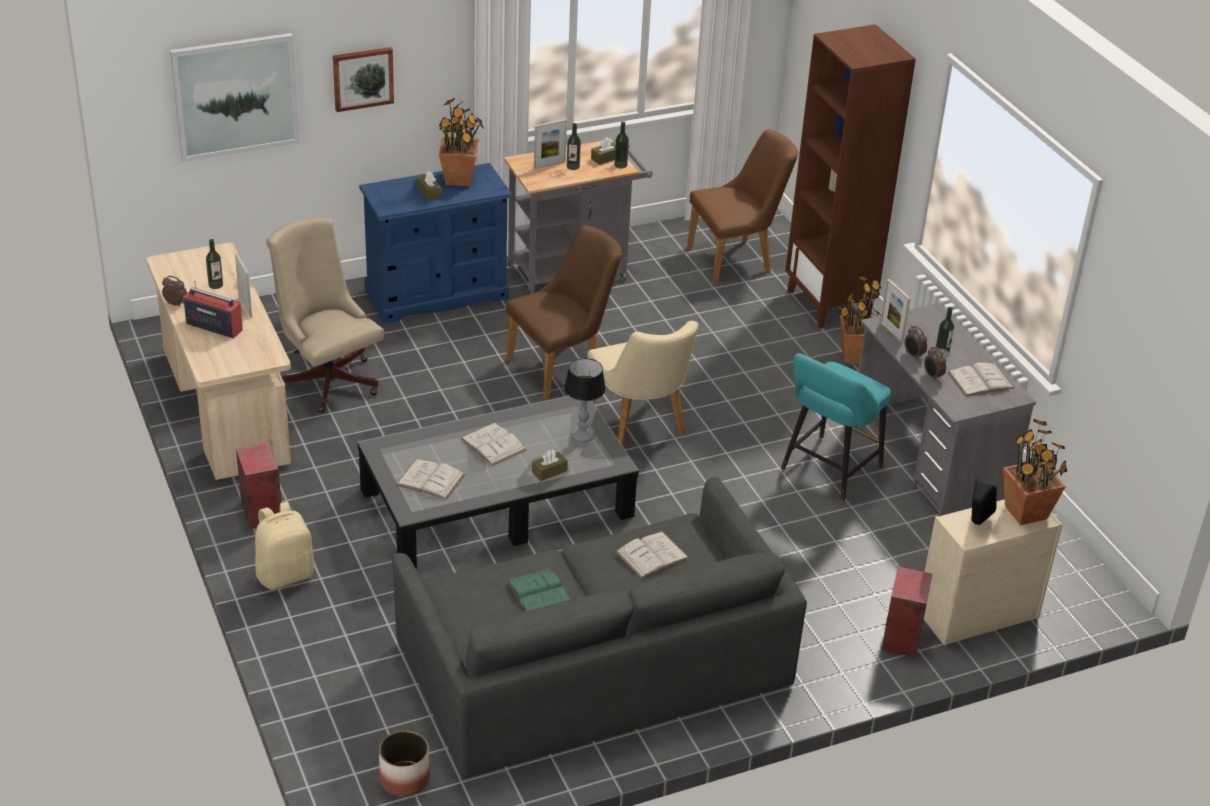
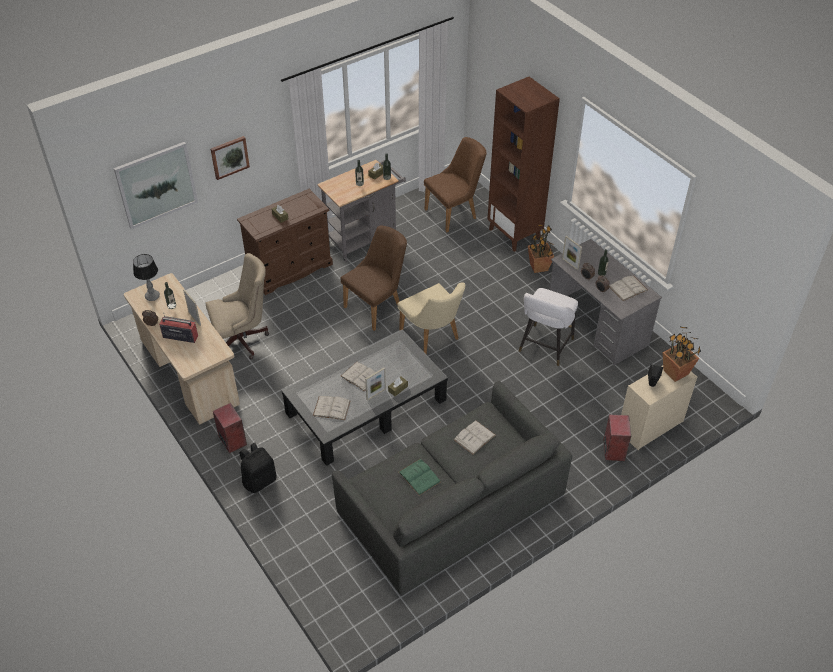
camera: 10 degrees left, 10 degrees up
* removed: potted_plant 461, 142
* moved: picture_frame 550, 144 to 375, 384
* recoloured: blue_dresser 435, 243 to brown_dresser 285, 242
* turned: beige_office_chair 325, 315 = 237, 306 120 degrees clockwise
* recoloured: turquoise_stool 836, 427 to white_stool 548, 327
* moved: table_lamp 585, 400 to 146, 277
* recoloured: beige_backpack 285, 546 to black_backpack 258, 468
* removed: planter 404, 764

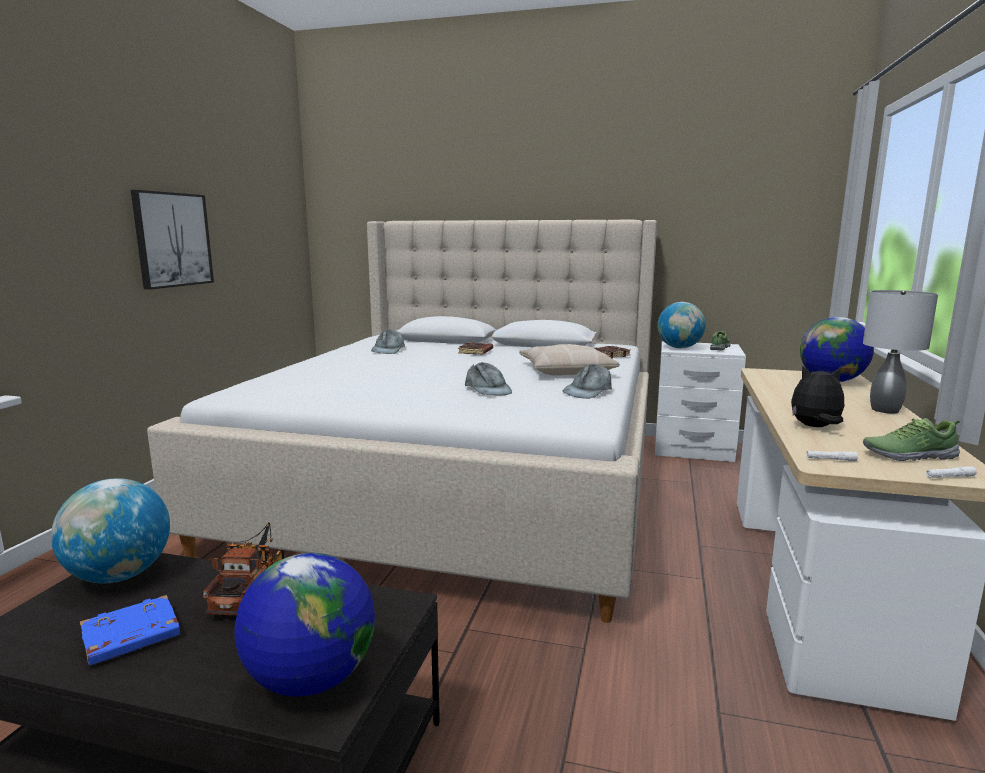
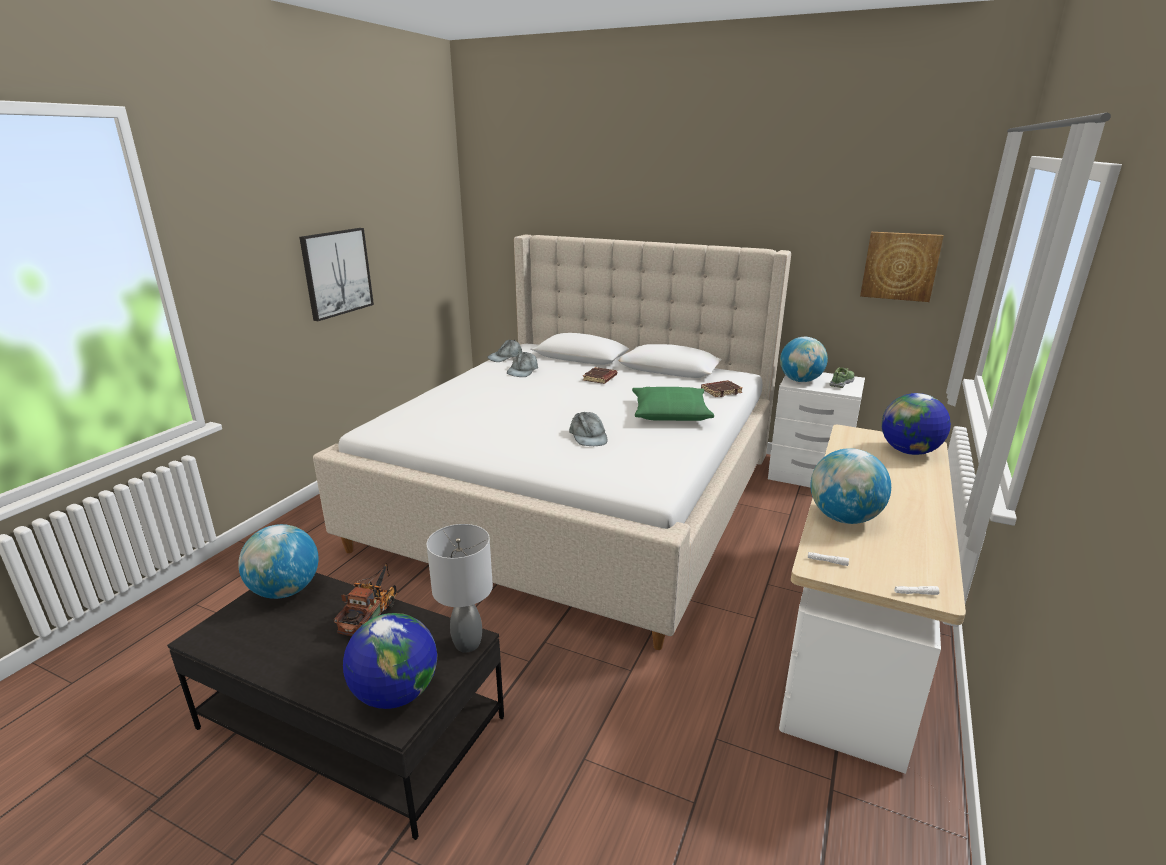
camera: 10 degrees right, 10 degrees up
* moved: grey_table_lamp 900, 351 to 460, 588
* recoloured: beige_pillow 569, 359 to green_pillow 673, 404
* moved: grey_cap 587, 381 to 504, 351
* replaced: plush_toy 817, 396 to globe 850, 486
* removed: shoe 911, 439
* removed: blue_book 130, 630
* added: picture 902, 267

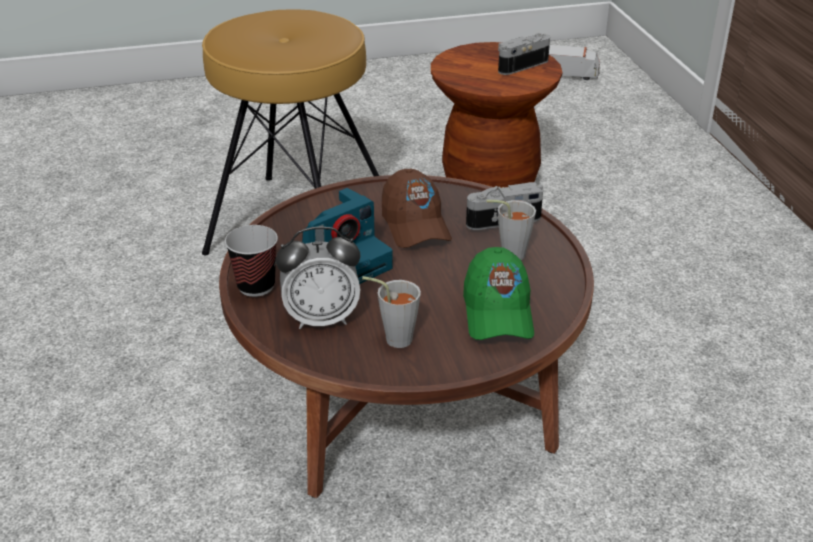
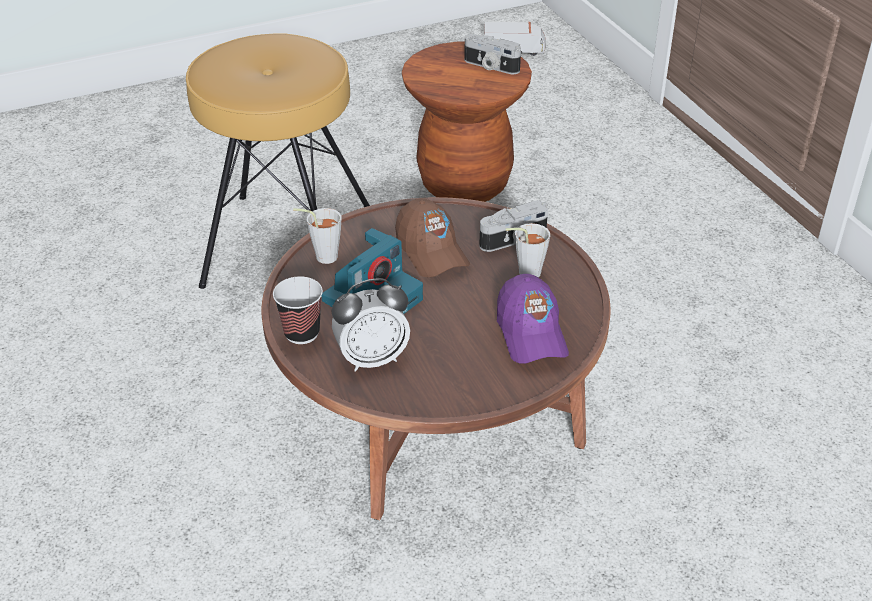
camera: 10 degrees left, 5 degrees up
* turned: photo_camera 524, 54 = 492, 54 105 degrees counterclockwise
* recoloured: green_cap 498, 293 to purple_cap 533, 319
* moved: grey_cup 391, 312 to 317, 236

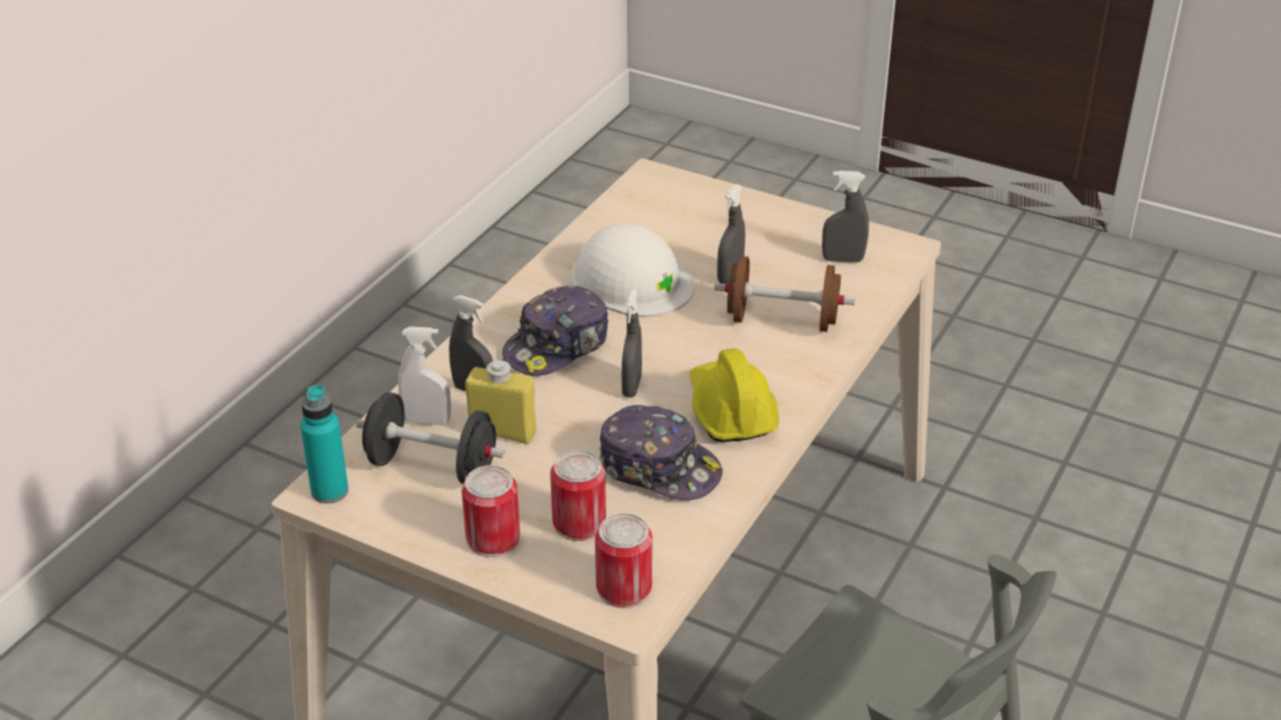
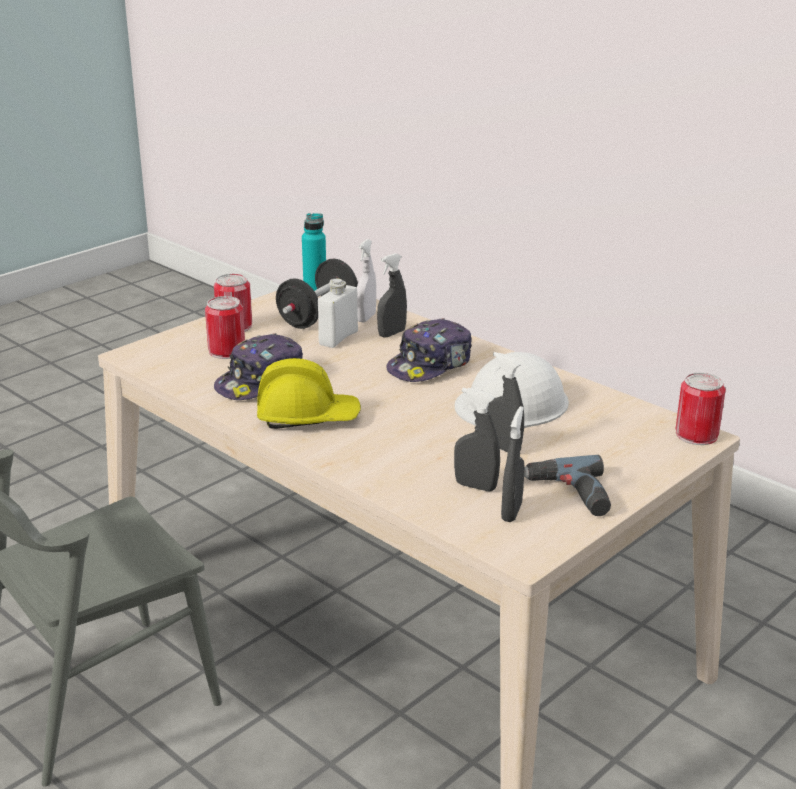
camera: 105 degrees right, 10 degrees down
* removed: brown_dumbbell 784, 294
* turned: cap 555, 331 = 429, 350 105 degrees counterclockwise
* moved: grey_spray_bottle 632, 343 to 477, 440
* recoloured: yellow_bottle 500, 401 to white_bottle 338, 313
* moved: can 624, 560 to 701, 409
* added: power_drill 567, 485

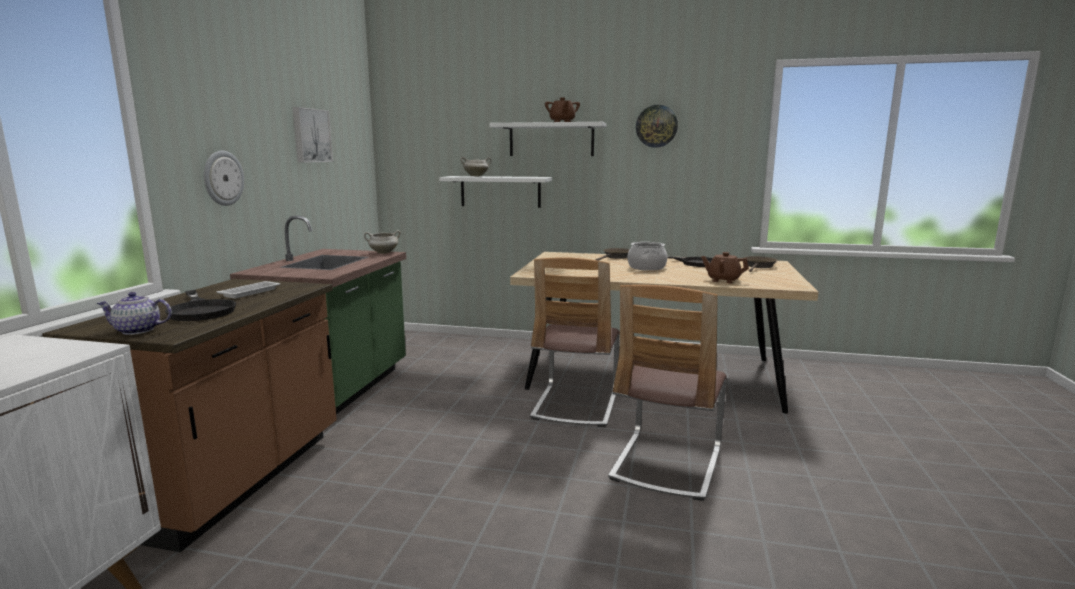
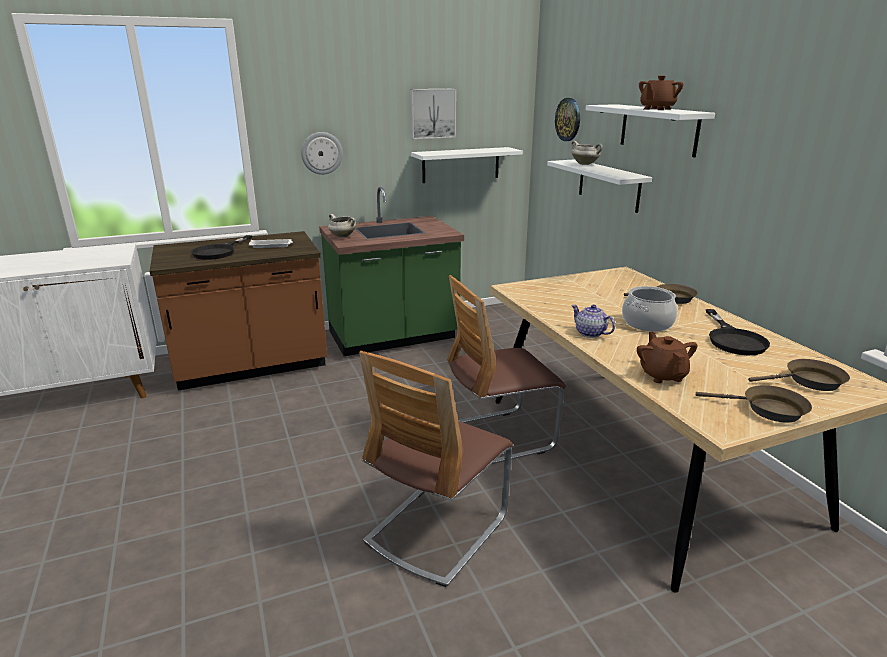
camera: 55 degrees right, 10 degrees up
* moved: wall_clock 657, 126 to 567, 119
* moved: white_cooking_pot 382, 242 to 342, 226
* turned: chair 667, 393 = 436, 469 45 degrees counterclockwise
* moved: teapot 134, 313 to 593, 321
* added: white_shelf 467, 165
* added: brown_frying_pan 754, 403

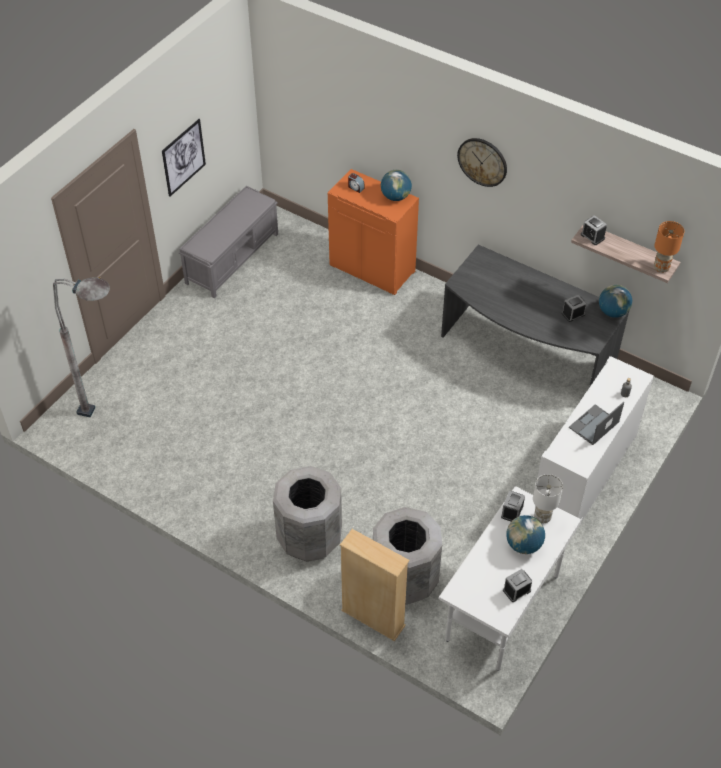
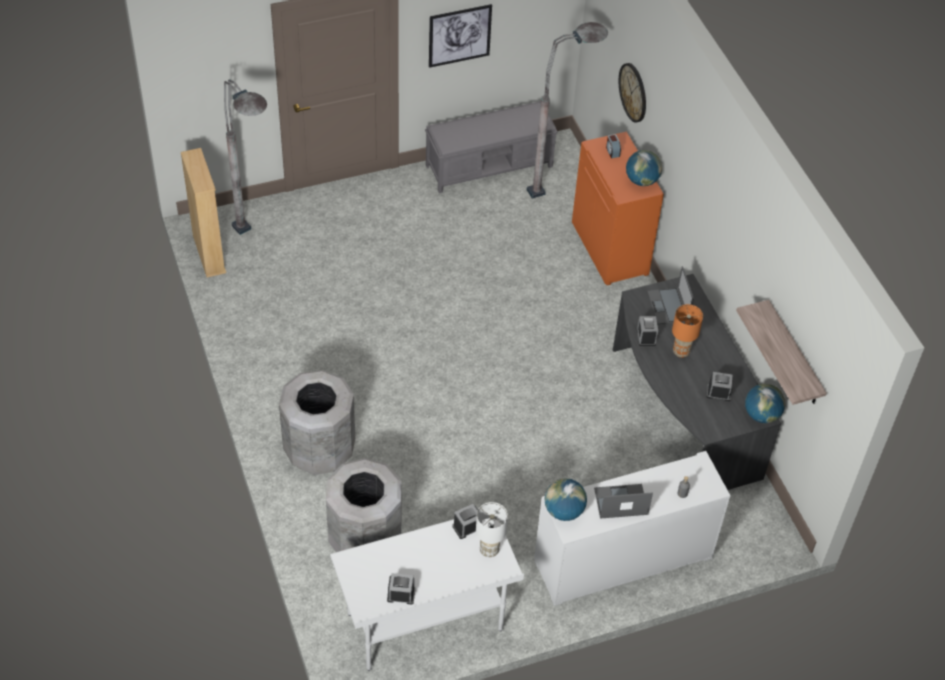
camera: 35 degrees right, 0 degrees up
* moved: wall_clock 482, 162 to 632, 93
* moved: alarm_clock 594, 230 to 647, 331
* moved: orange_table_lamp 669, 247 to 687, 331
* moved: globe 525, 534 to 566, 499
* moved: beige_bookcase 375, 585 to 203, 213
* added: grey_floor_lamp 567, 110
* added: laptop 670, 295

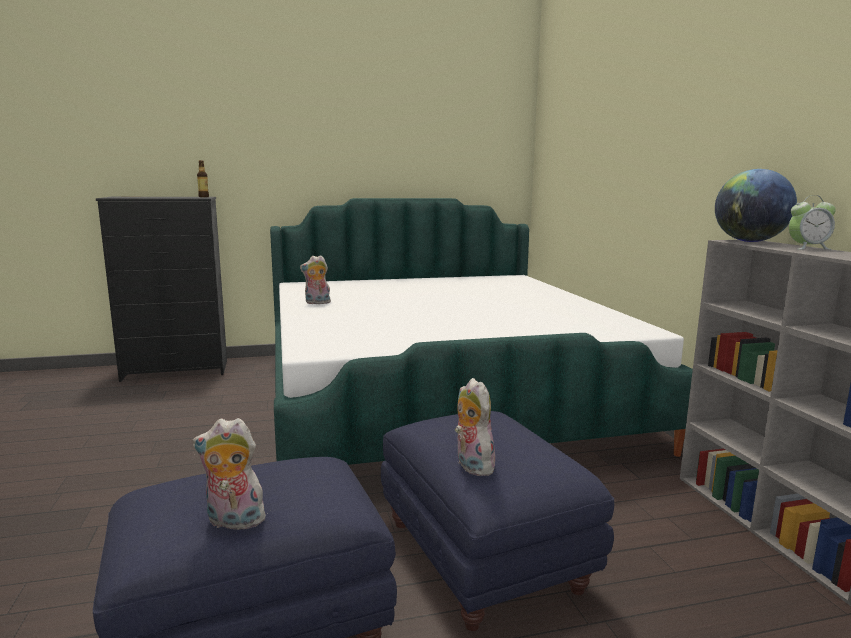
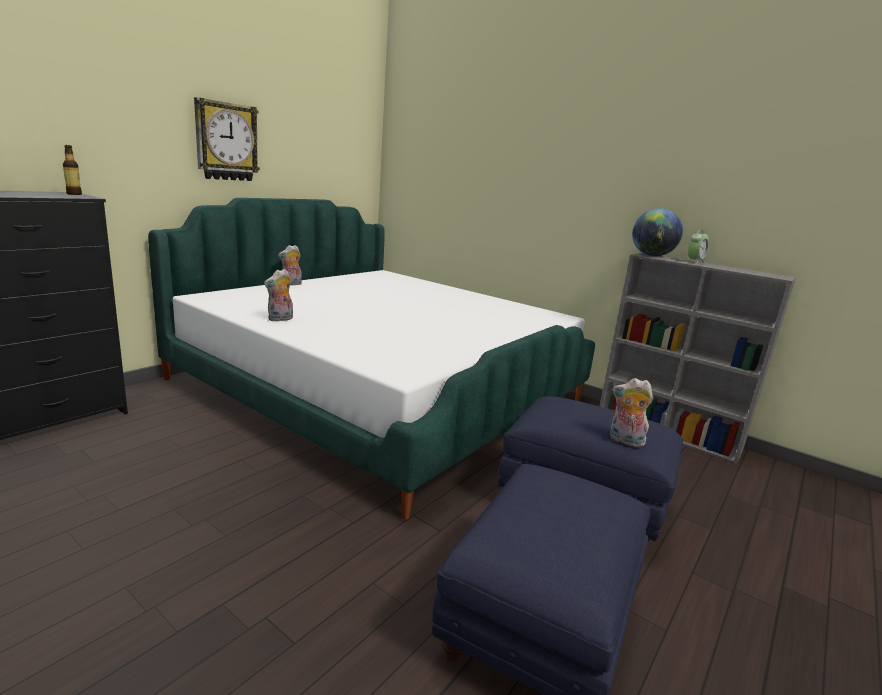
camera: 40 degrees left, 5 degrees up
* moved: plush_toy 230, 474 to 290, 265
* added: wall_clock 227, 139

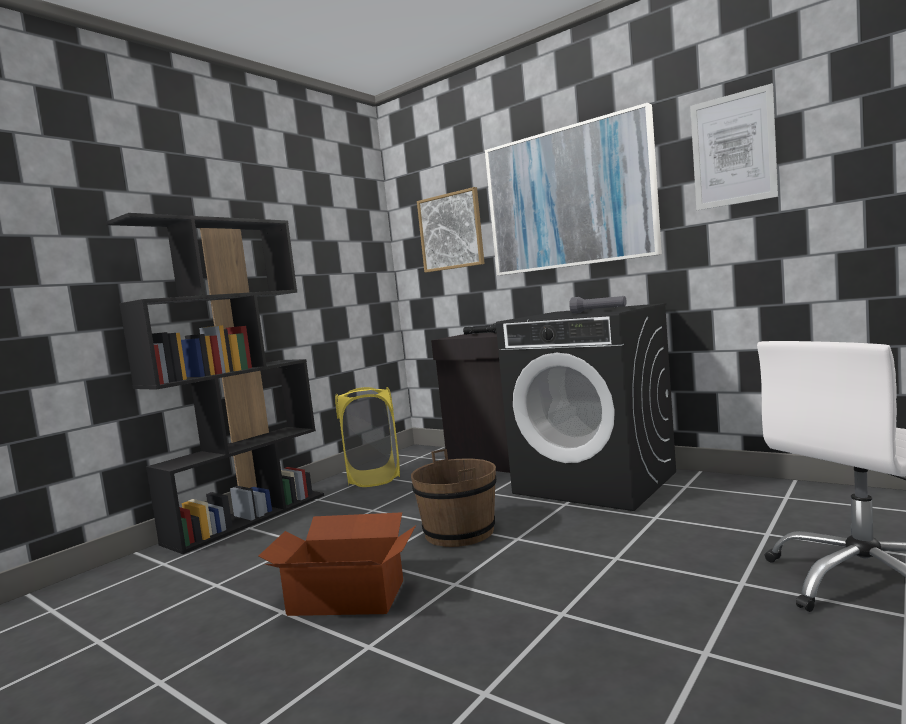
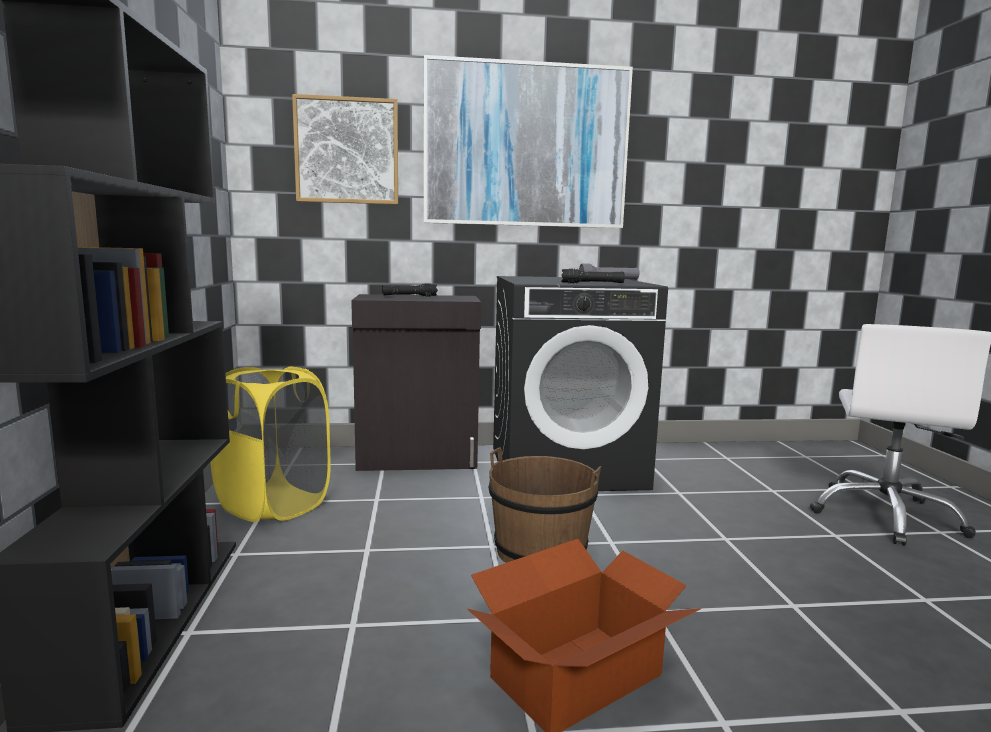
camera: 45 degrees left, 5 degrees up
* removed: picture 734, 146
* added: black_flashlight 593, 275

